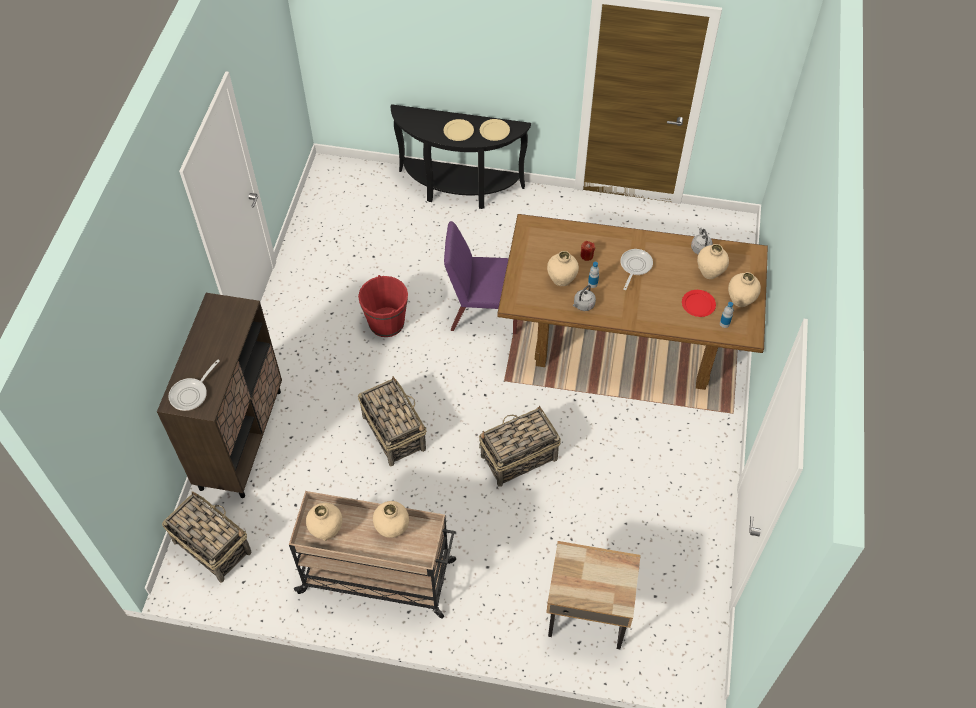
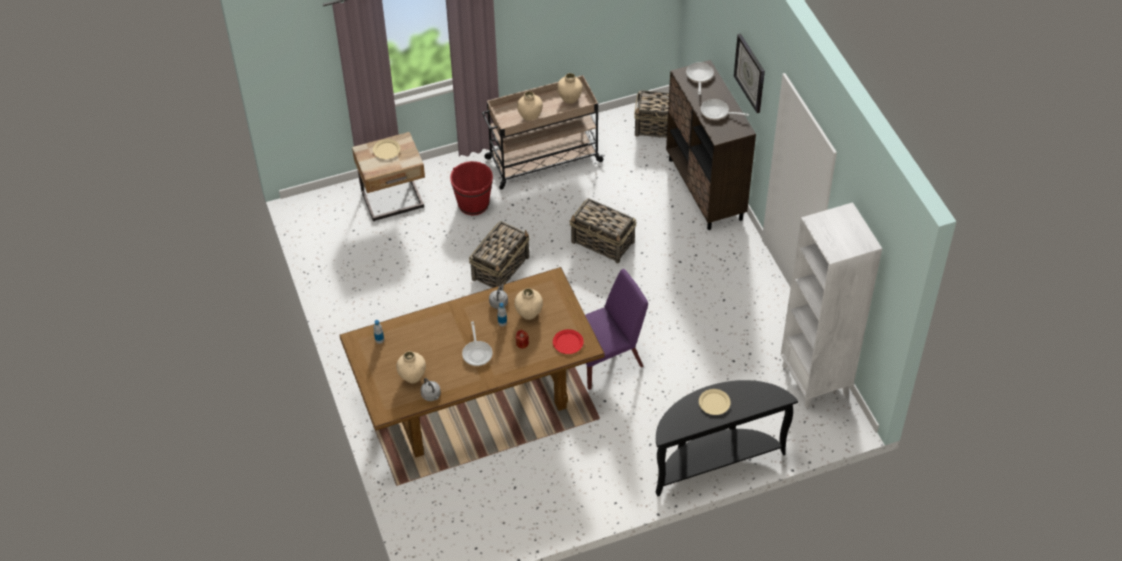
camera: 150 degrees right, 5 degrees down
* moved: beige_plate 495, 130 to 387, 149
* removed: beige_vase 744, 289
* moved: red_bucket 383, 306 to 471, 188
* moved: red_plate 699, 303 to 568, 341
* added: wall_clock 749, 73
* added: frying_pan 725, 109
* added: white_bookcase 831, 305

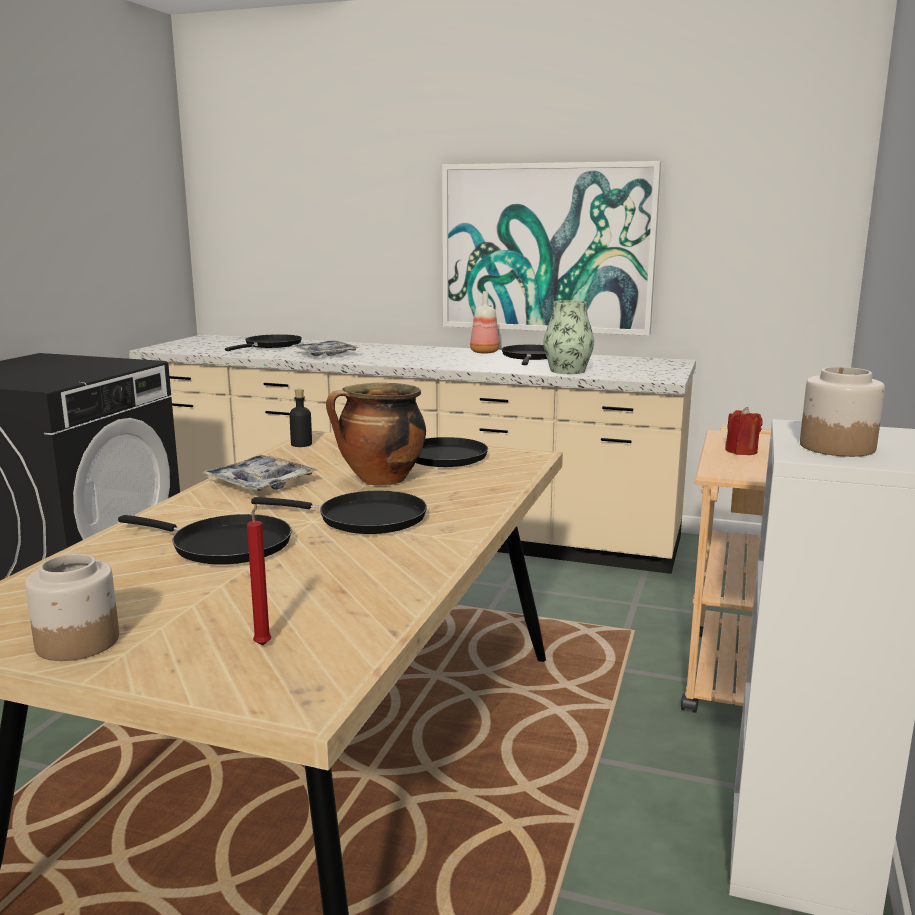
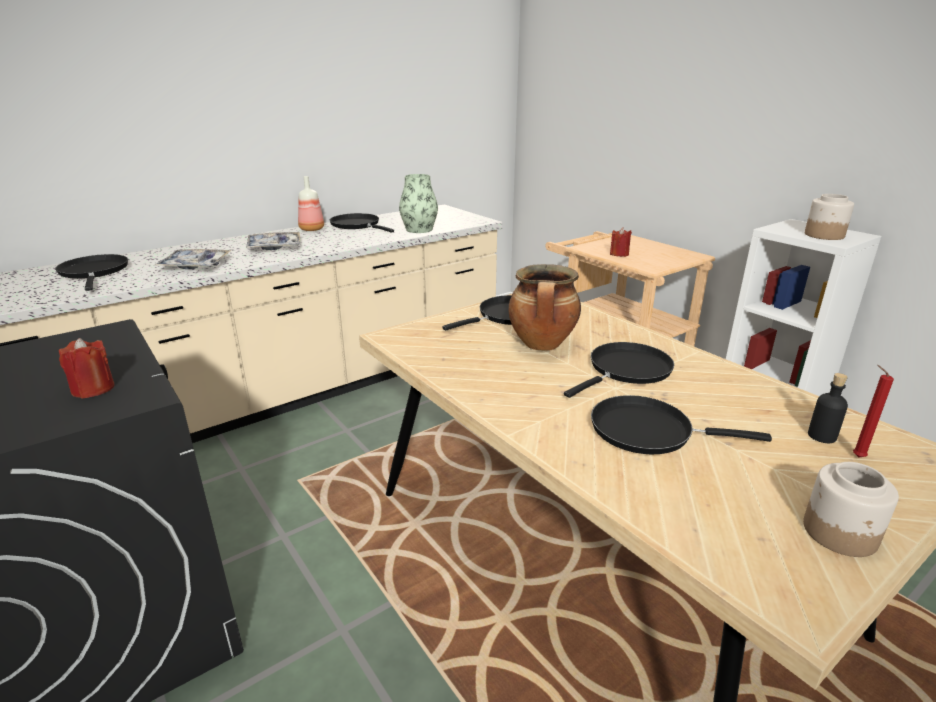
camera: 55 degrees left, 10 degrees up
* removed: picture 551, 248
* moved: black_bottle 301, 418 to 828, 408
* moved: tray 259, 473 to 273, 241
* turned: black_frying_pan 205, 539 = 681, 424 135 degrees counterclockwise
* added: red_candle 87, 368

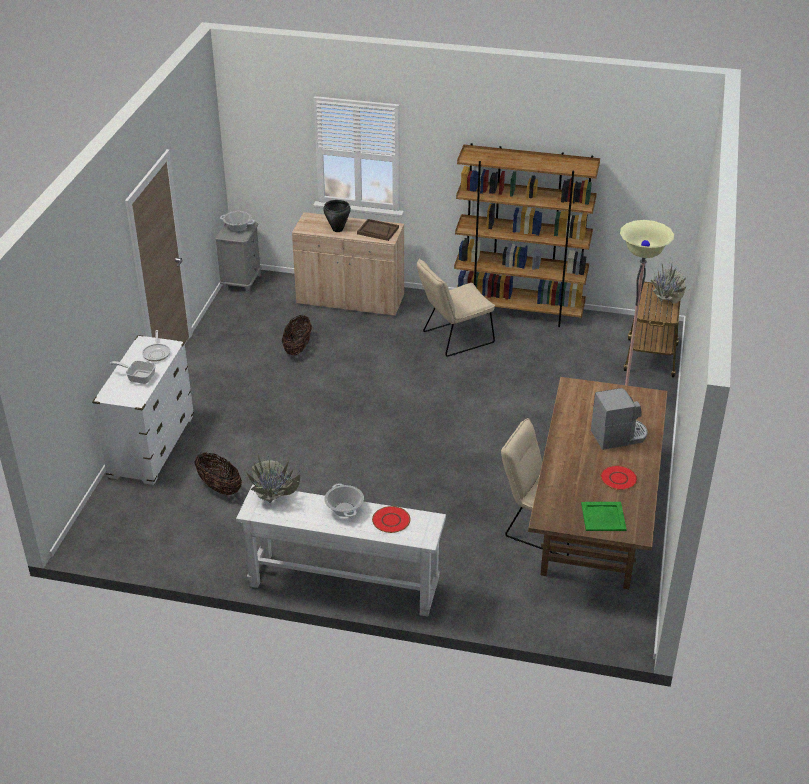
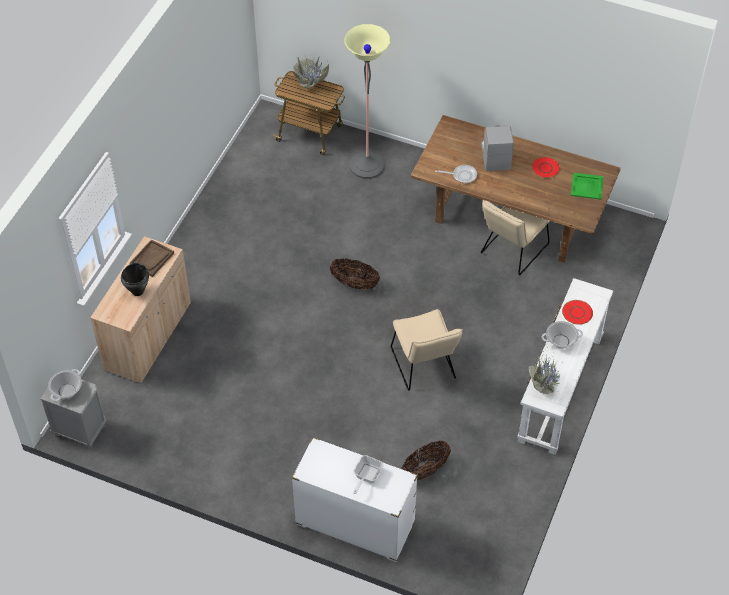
camera: 80 degrees left, 15 degrees up
* removed: brown_bookcase 527, 235
* moved: beige_chair 456, 307 to 427, 350
* moved: basket 297, 335 to 355, 273
* moved: frying_pan 156, 346 to 456, 174

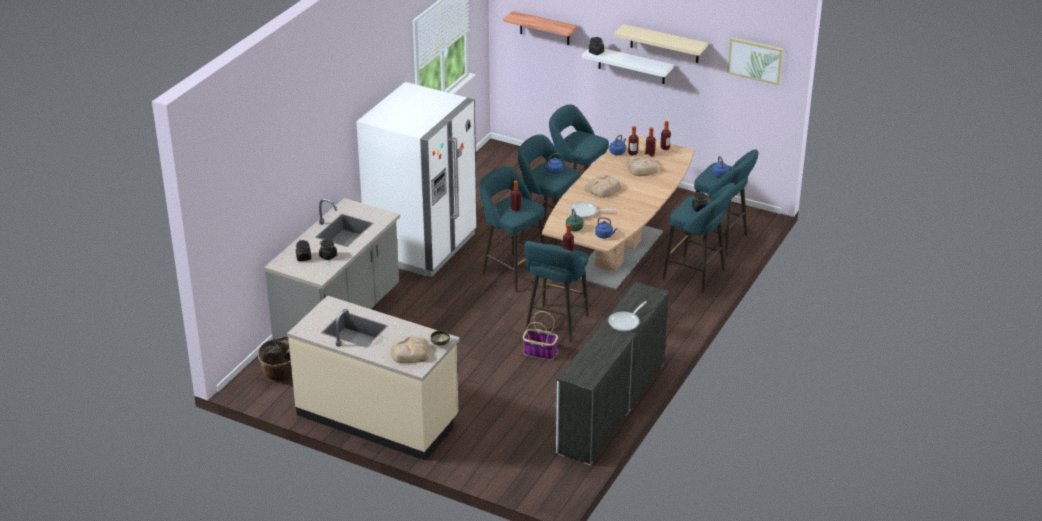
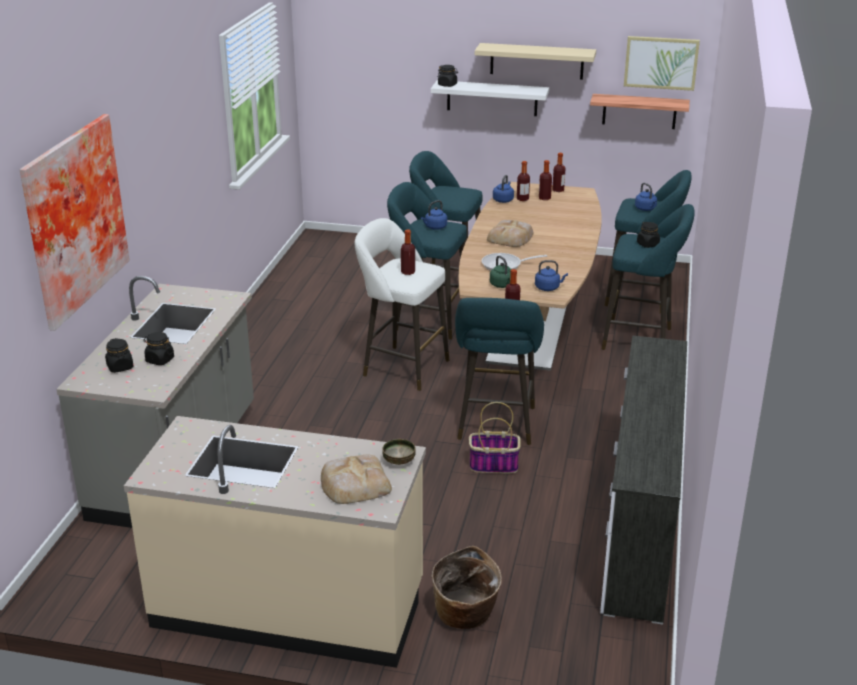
camera: 15 degrees left, 5 degrees down
* moved: shelf 540, 28 to 640, 111
* removed: white_fridge 416, 179
* removed: bread 642, 165
* recoloured: turquoise_stool 512, 229 to white_stool 402, 304
* removed: frying_pan 627, 316
* moved: basket 275, 358 to 467, 587
* added: picture 75, 222

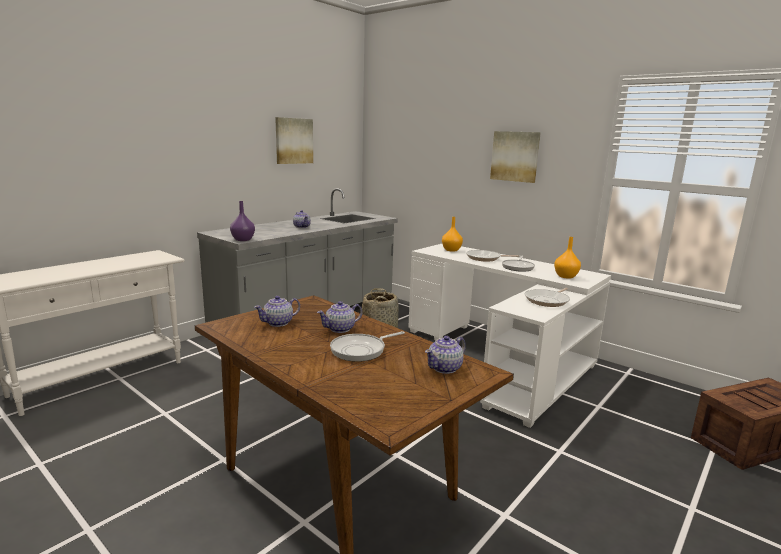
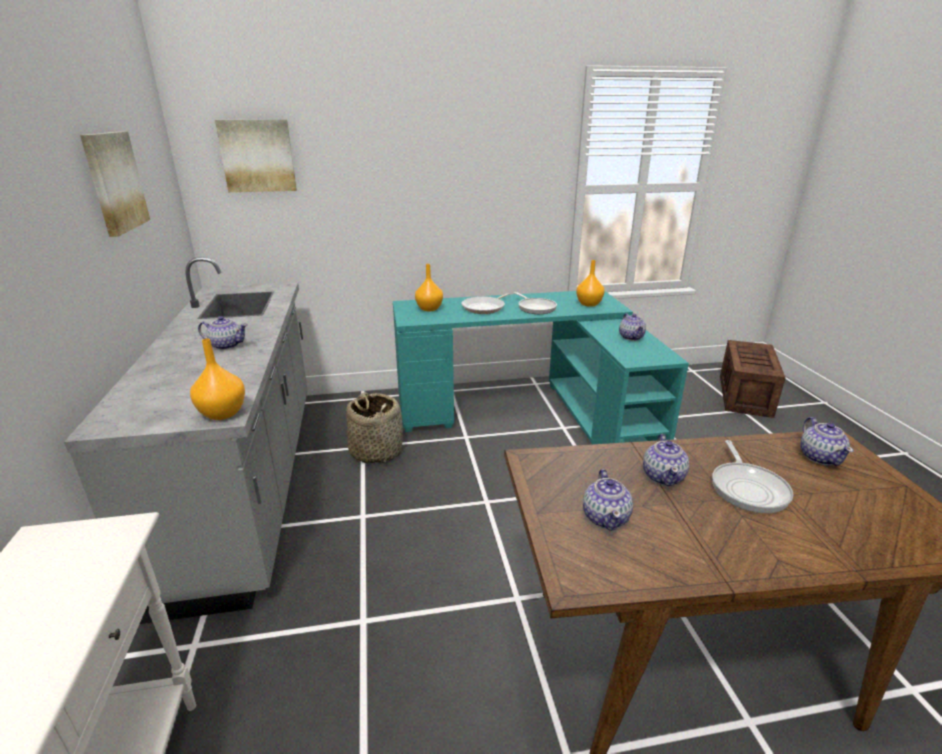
camera: 50 degrees left, 10 degrees up
* moved: picture 515, 157 to 256, 156
* recoloured: purple_vase 242, 221 to orange_vase 217, 379
* recoloured: white_desk 509, 336 to turquoise_desk 541, 367
* replaced: frying_pan 547, 297 to teapot 632, 327

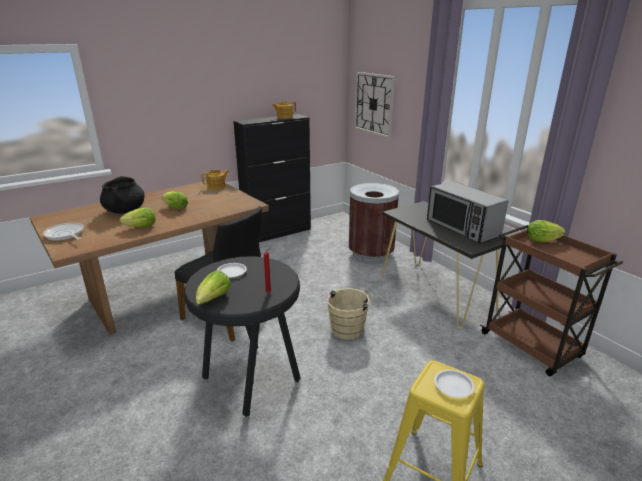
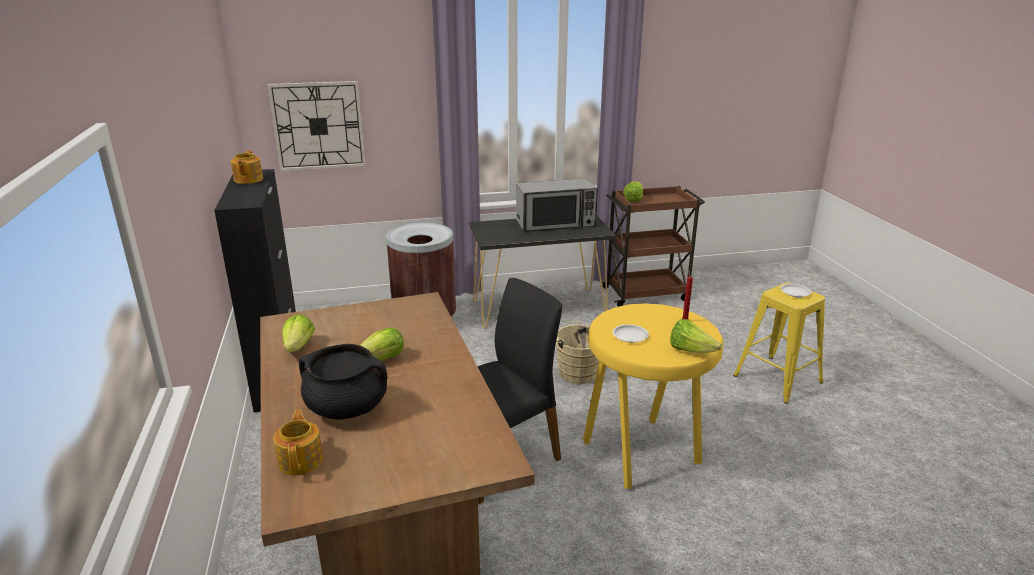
camera: 70 degrees left, 0 degrees up
* moved: teapot 215, 180 to 298, 442
* moved: lettuce 137, 217 to 298, 333
* removed: frying_pan 63, 232
* recoloured: black_stool 242, 336 to yellow_stool 653, 396

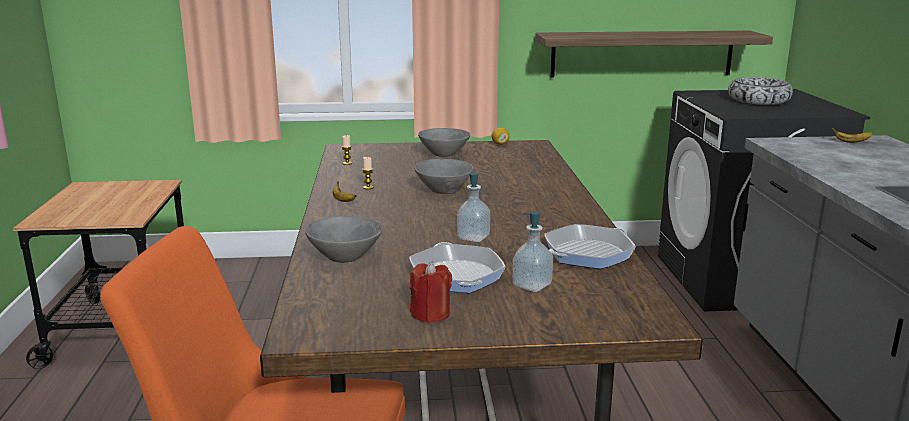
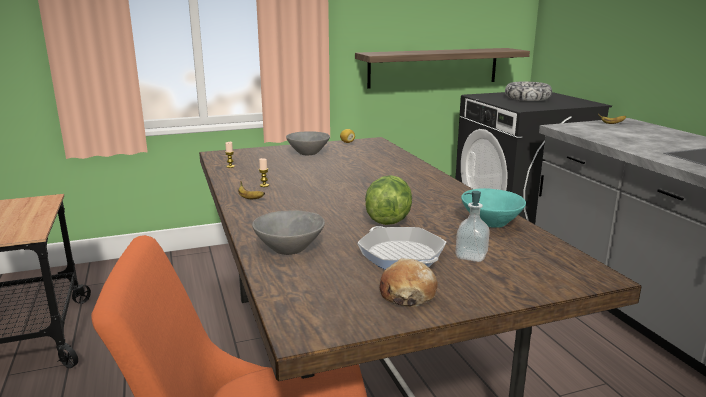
camera: 15 degrees left, 0 degrees up
* removed: grey_bowl 443, 176
* replaced: soap_dispenser 473, 207 to lettuce 388, 200
* replaced: frying_pan 590, 246 to turquoise_bowl 493, 208
* replaced: red_candle 431, 292 to bread 409, 282

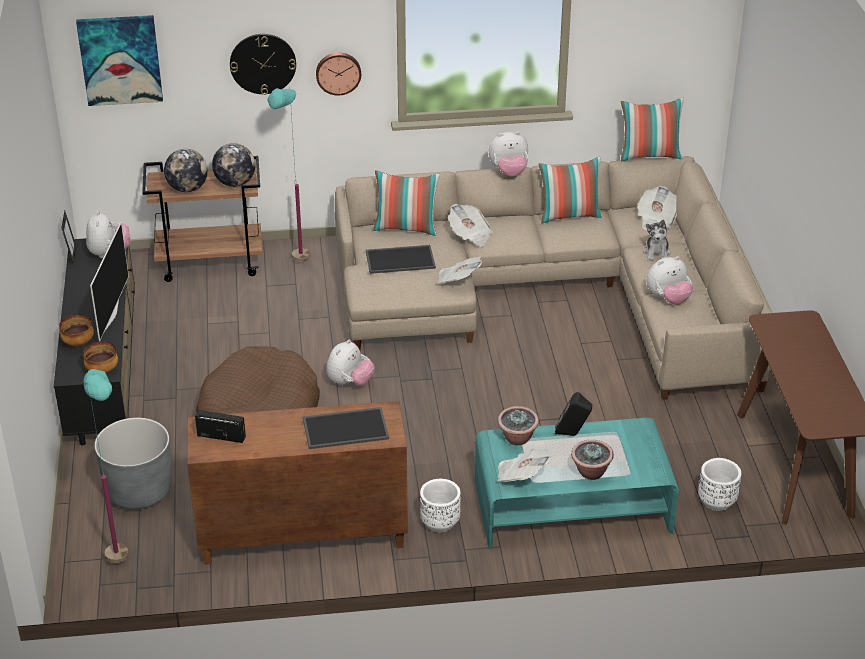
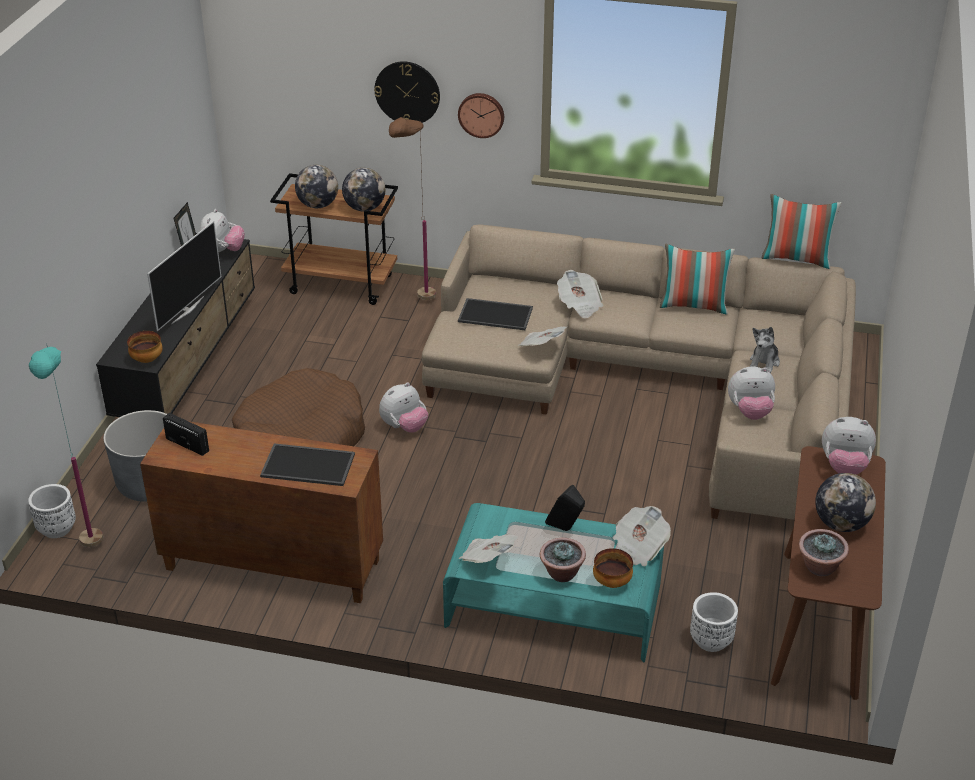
camera: 20 degrees right, 0 degrees up
* removed: picture 119, 60
* recoloured: turquoise_floor_lamp 289, 174 to brown_floor_lamp 412, 208
* moved: plush_toy 508, 154 to 849, 446
* removed: pillow 406, 203
* moved: newspaper 657, 208 to 642, 536
* moved: bowl 76, 331 to 613, 568
* moved: potted_plant 518, 425 to 824, 552
* moved: white_planter 440, 505 to 52, 511
* added: globe 845, 502

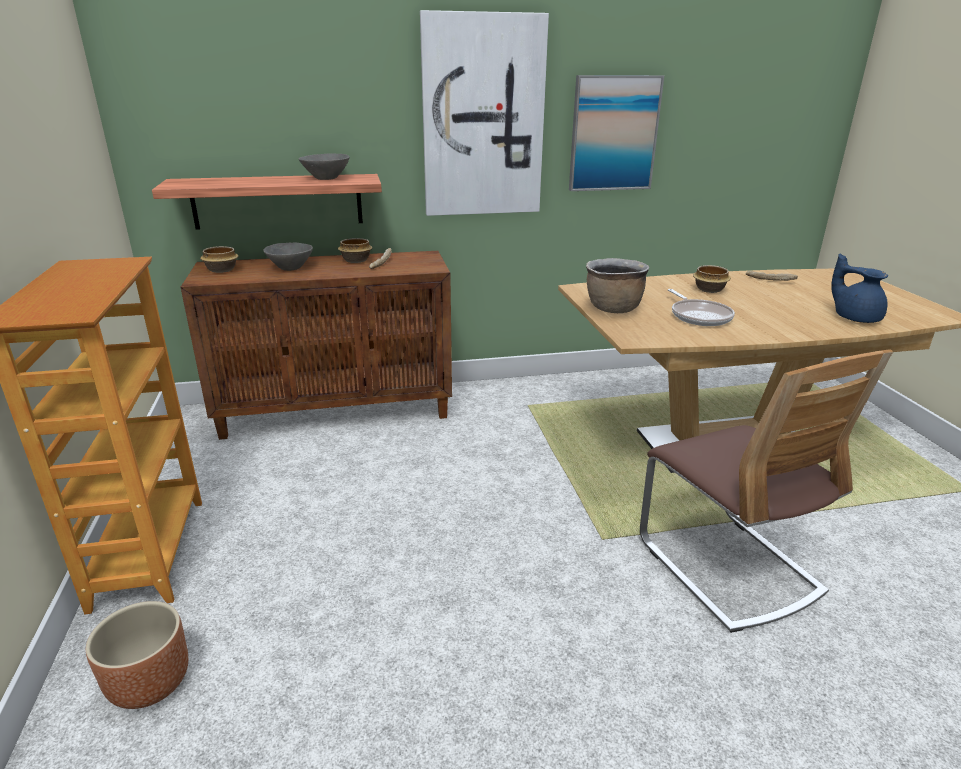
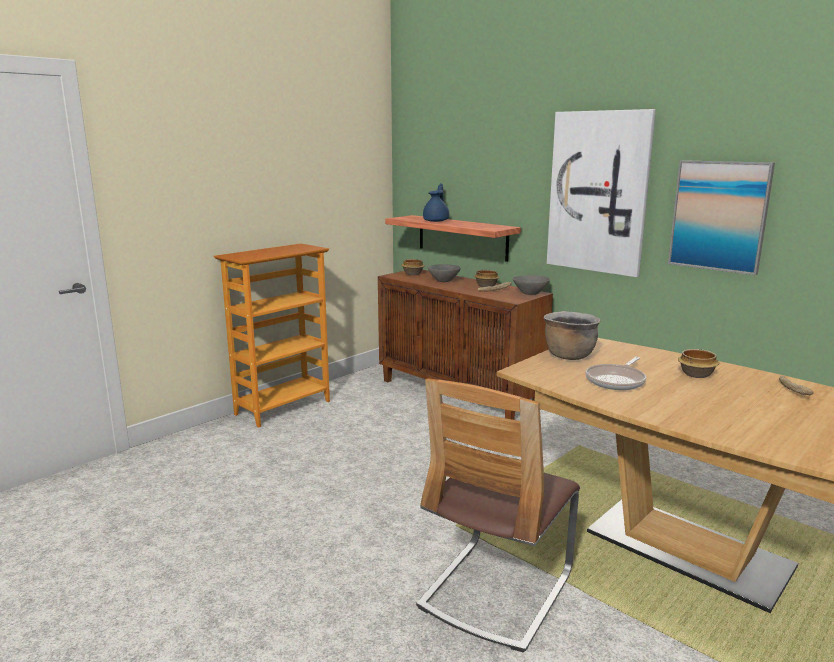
camera: 55 degrees right, 10 degrees down
* moved: grey_bowl 324, 167 to 531, 285
* moved: blue_teapot 859, 288 to 436, 202
* removed: brown_planter 137, 655

